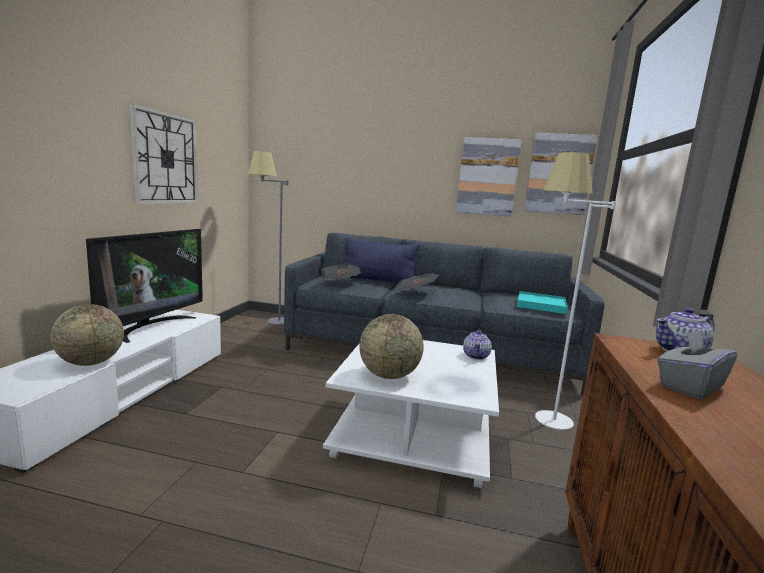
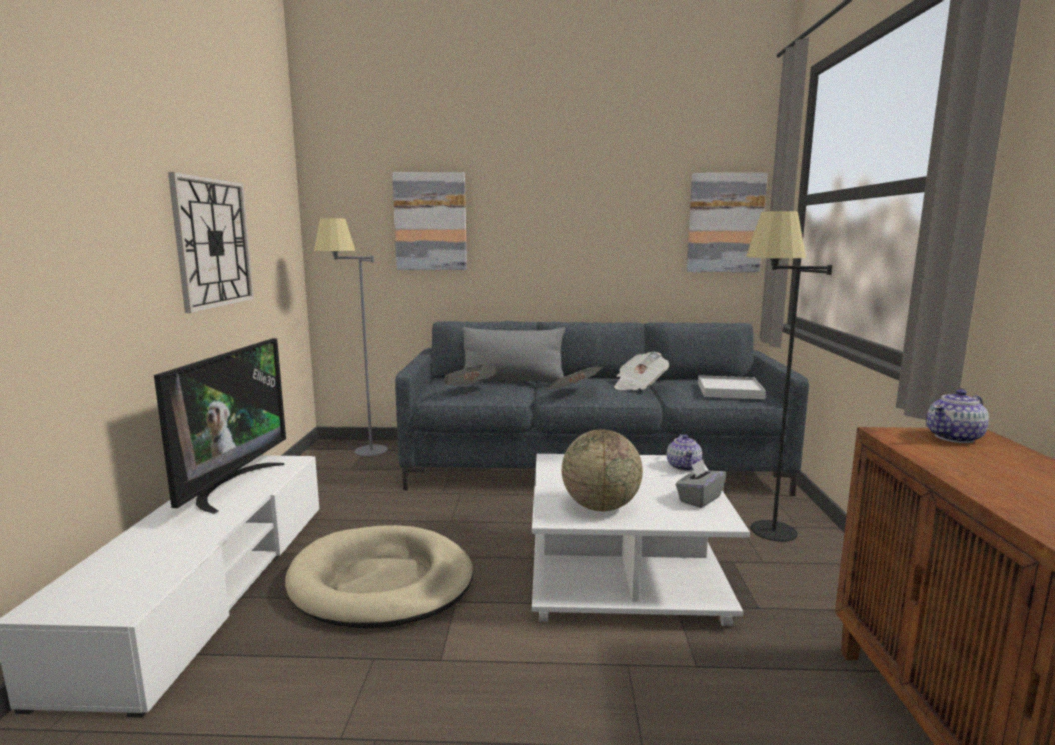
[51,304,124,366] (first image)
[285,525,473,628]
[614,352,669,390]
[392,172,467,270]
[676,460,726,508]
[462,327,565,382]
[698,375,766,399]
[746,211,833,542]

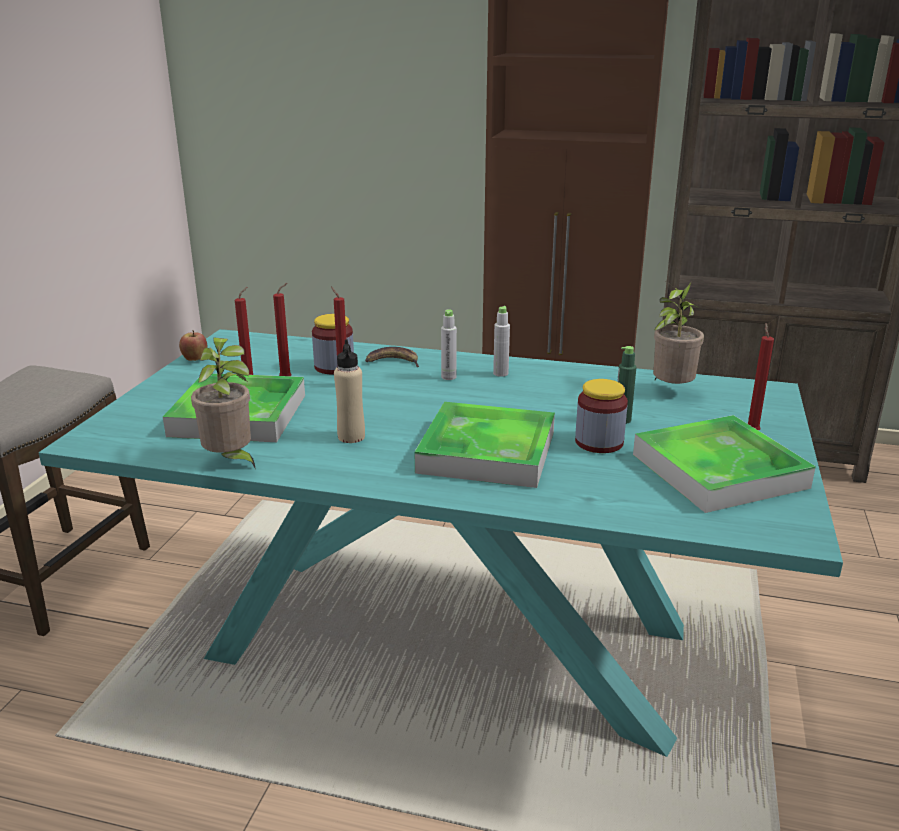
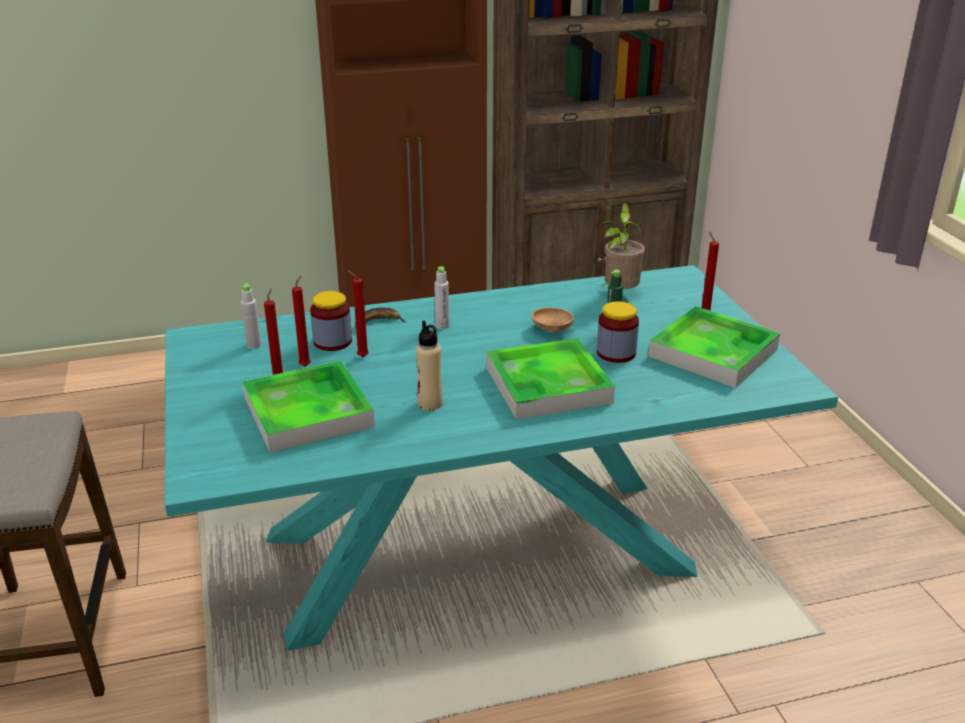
[179,330,207,361] (first image)
[191,338,255,468] (first image)
[532,308,574,332]
[241,283,261,349]

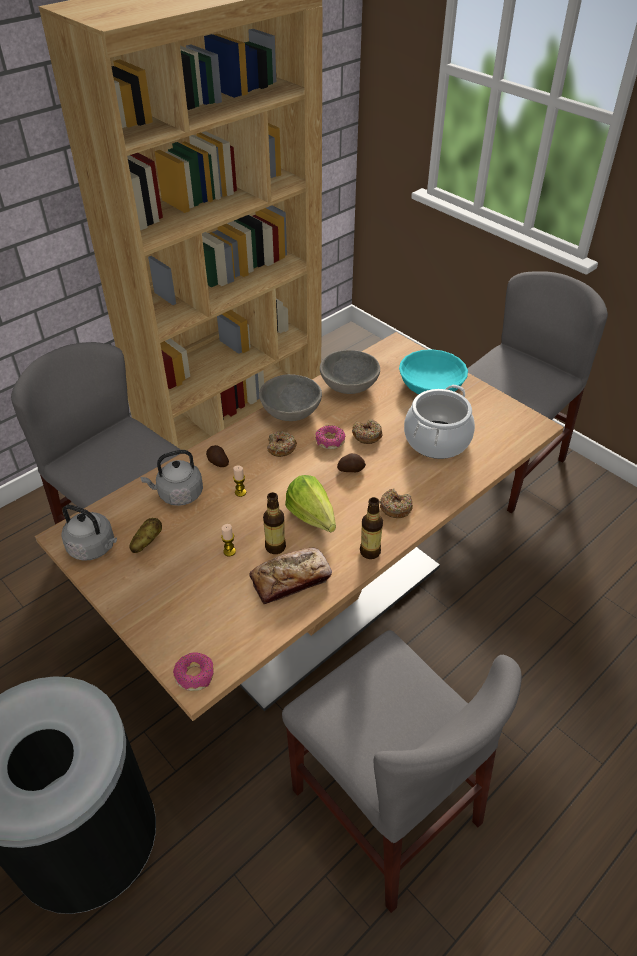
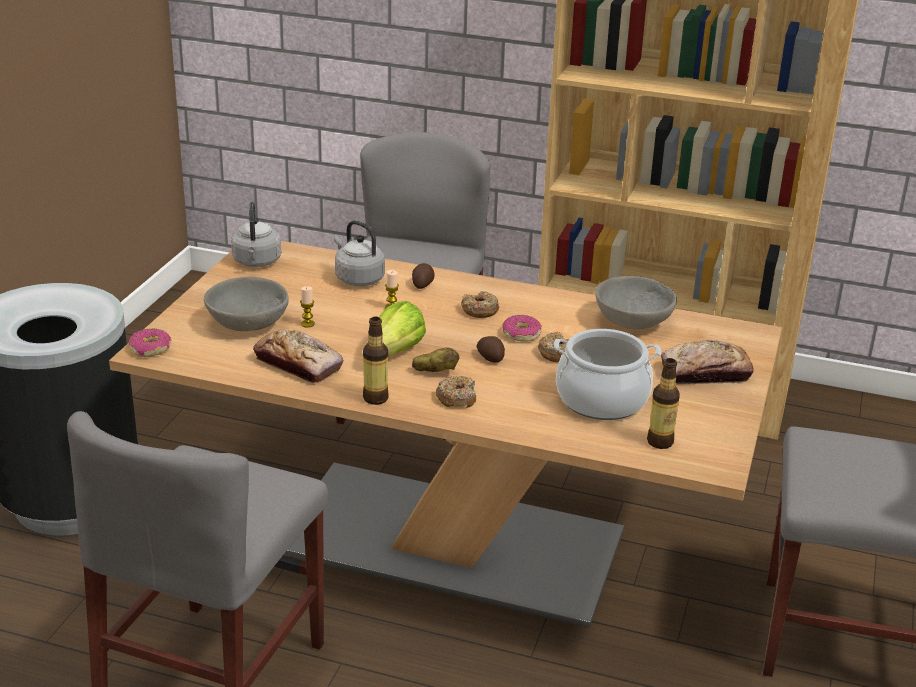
[412,347,459,372]
[204,277,289,331]
[647,358,680,449]
[661,340,754,384]

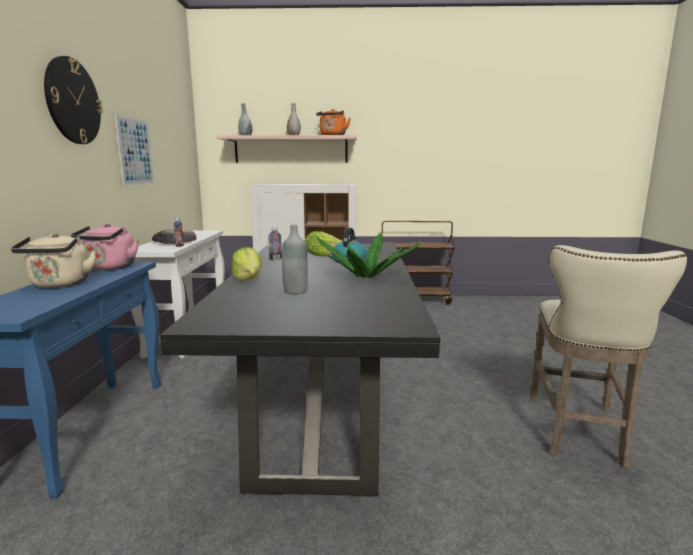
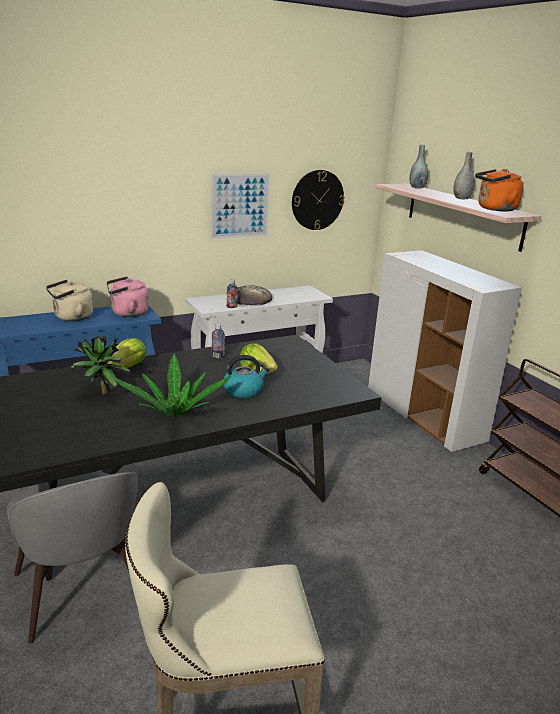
[7,471,138,644]
[292,170,344,230]
[70,336,130,395]

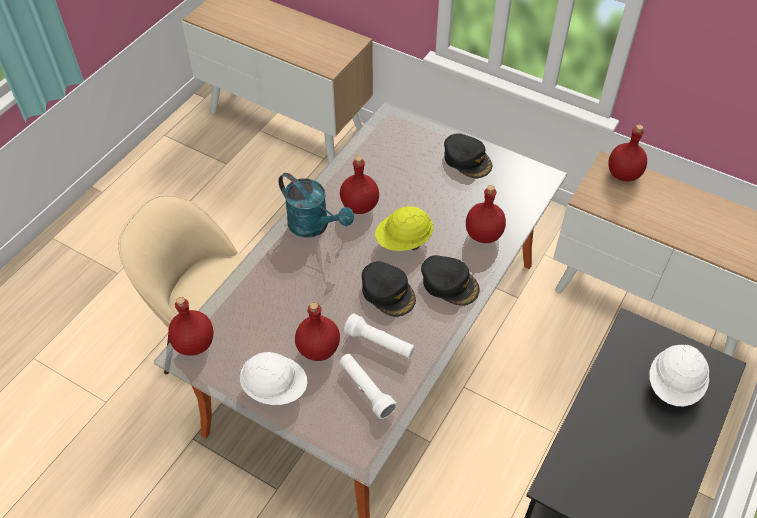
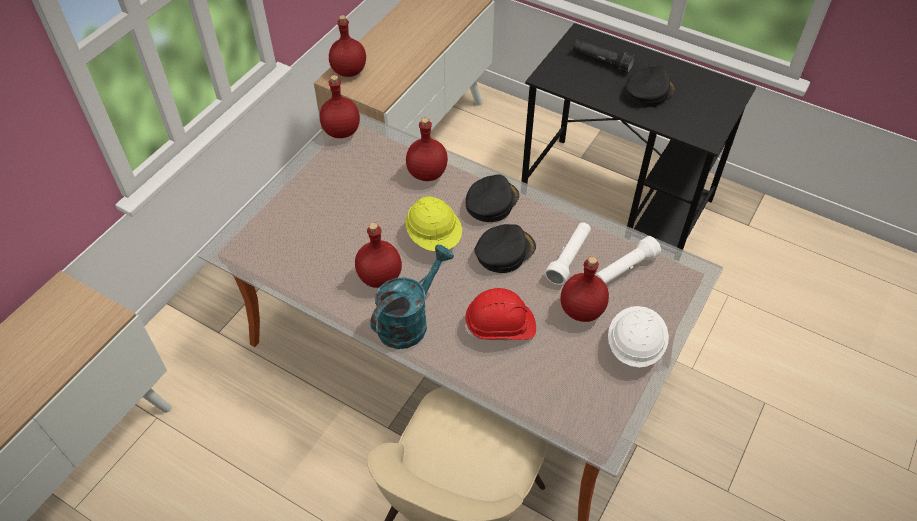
[465,288,536,341]
[320,75,360,138]
[625,66,676,107]
[572,39,635,73]

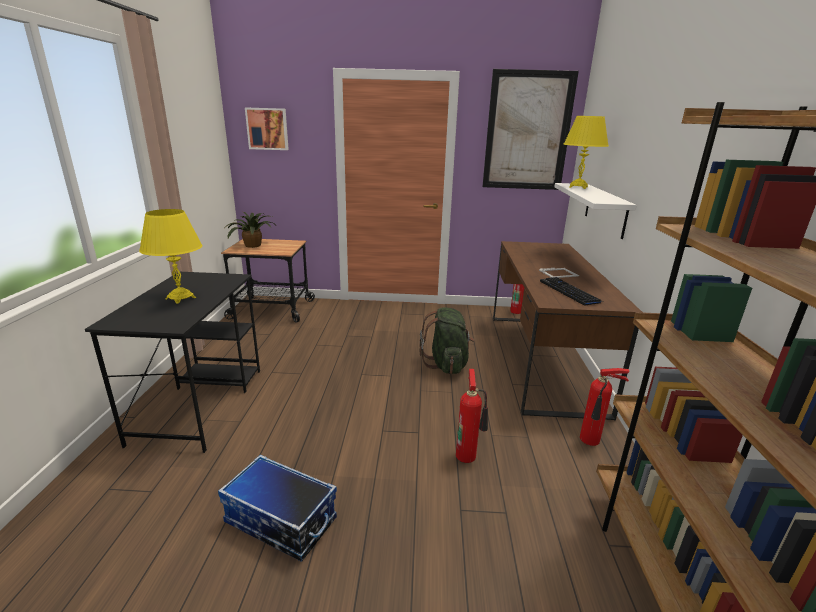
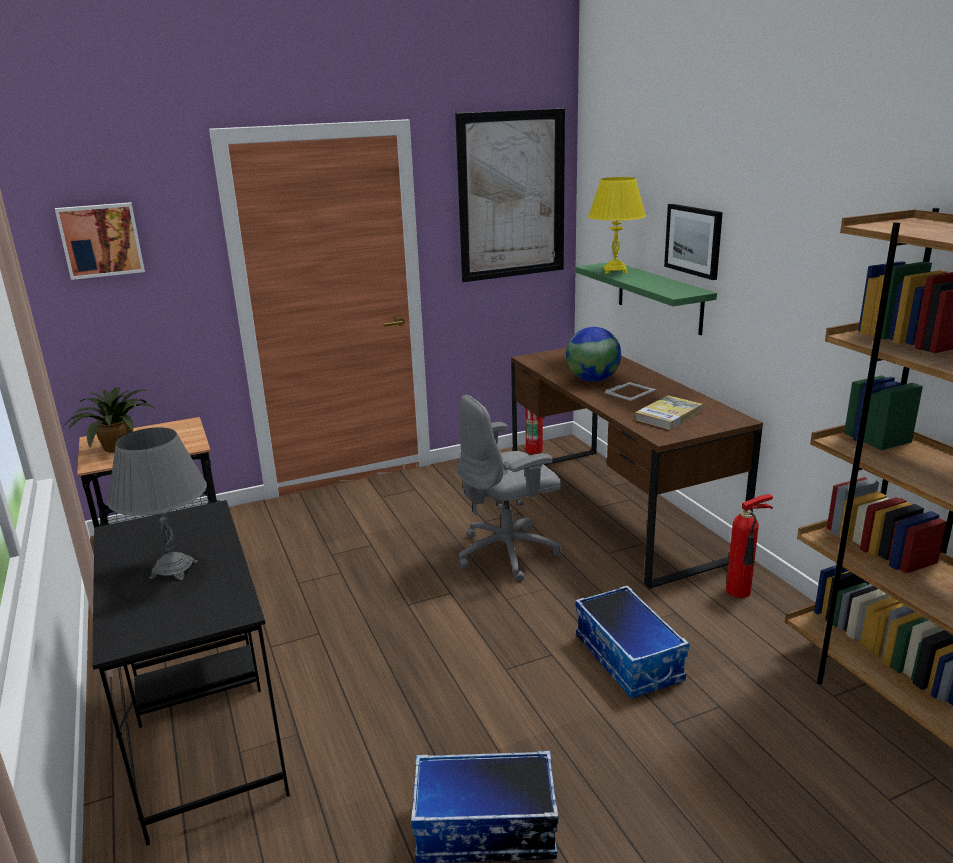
[566,327,621,382]
[664,204,723,280]
[458,395,562,582]
[575,585,689,699]
[635,395,703,430]
[107,427,207,580]
[575,262,717,335]

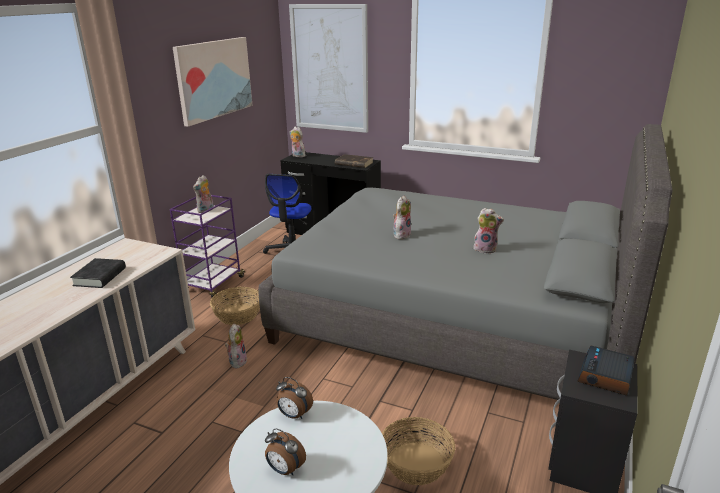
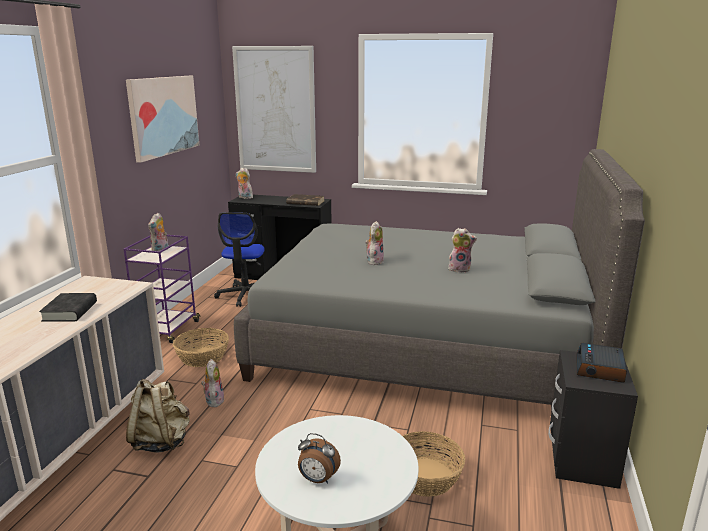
[276,377,313,419] (first image)
[126,379,190,453]

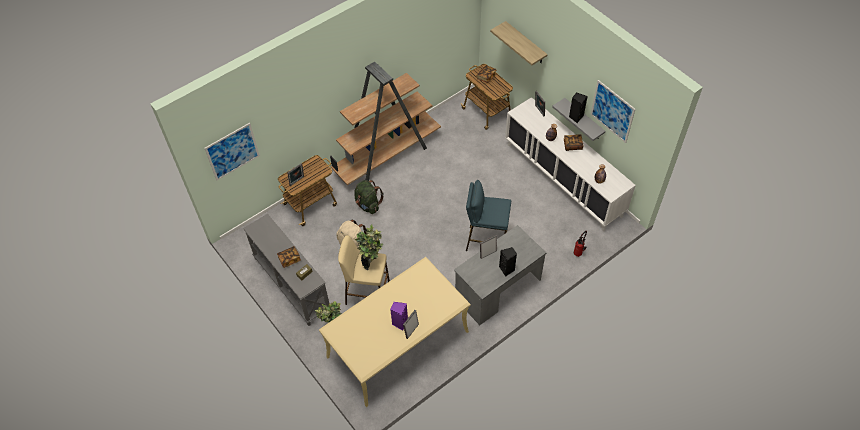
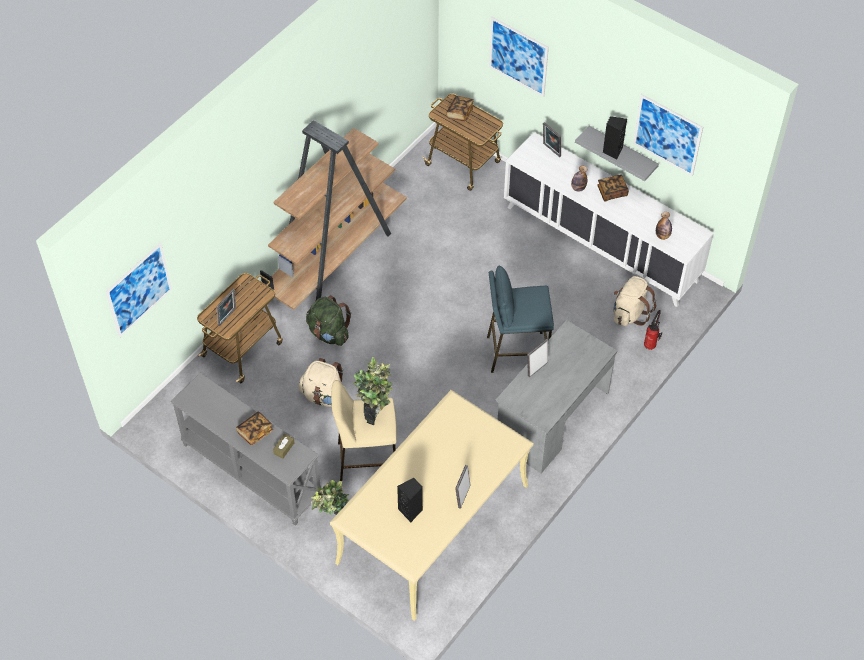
[390,302,408,331] (first image)
[613,276,656,326]
[397,478,423,523]
[489,17,549,97]

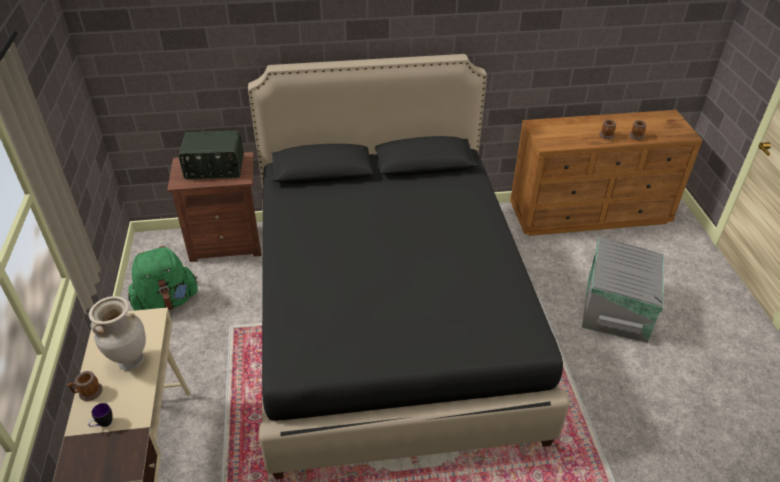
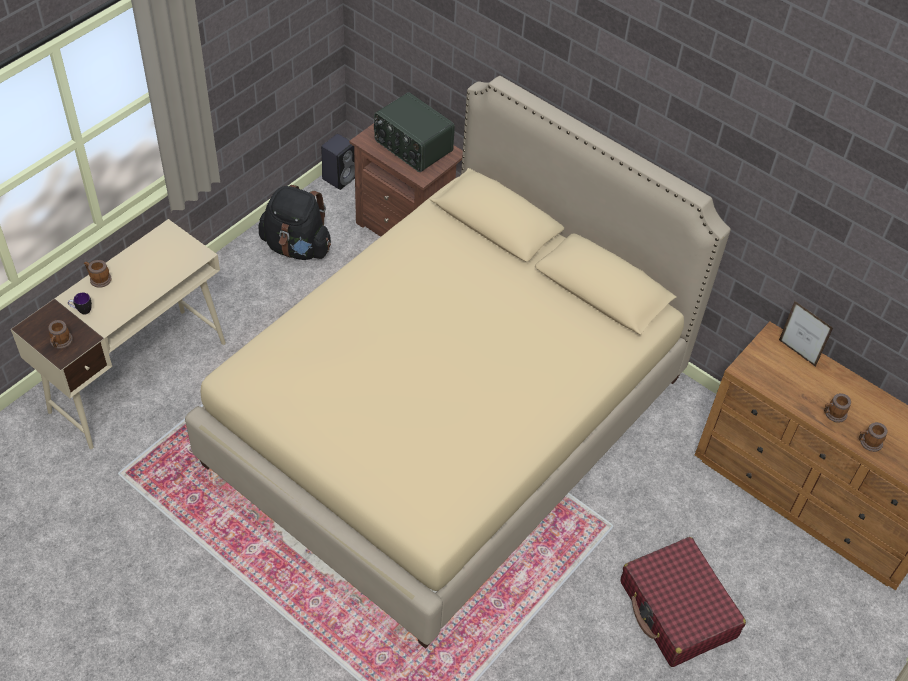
[89,296,146,370] (first image)
[48,320,73,349]
[321,134,355,190]
[779,301,833,367]
[620,537,746,667]
[259,185,331,260]
[185,76,731,649]

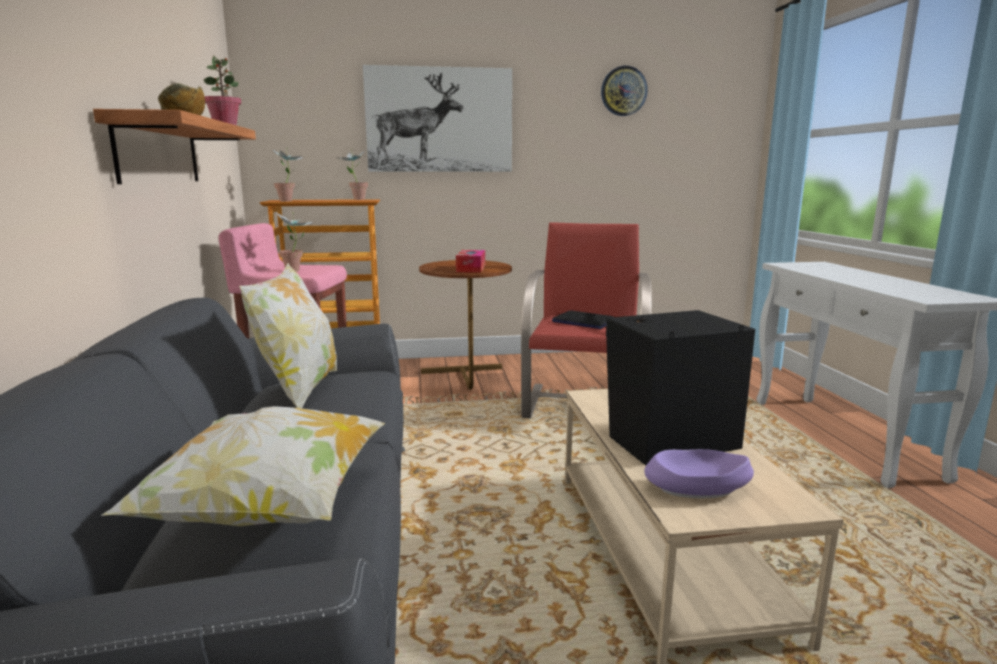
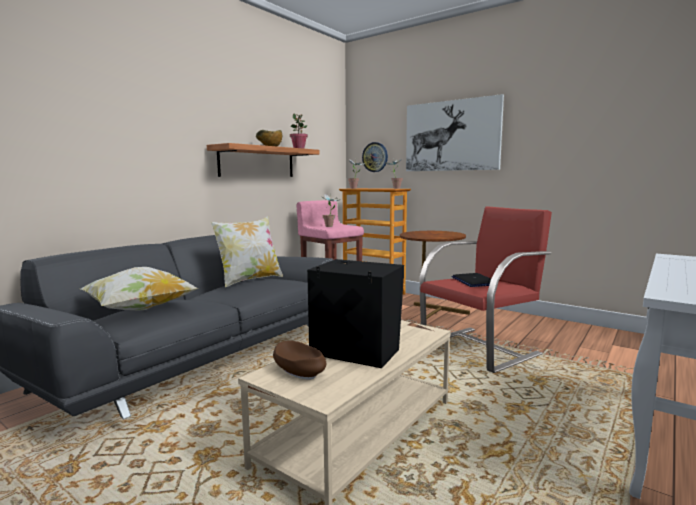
[456,250,485,273] (first image)
[362,142,388,172]
[273,341,326,379]

